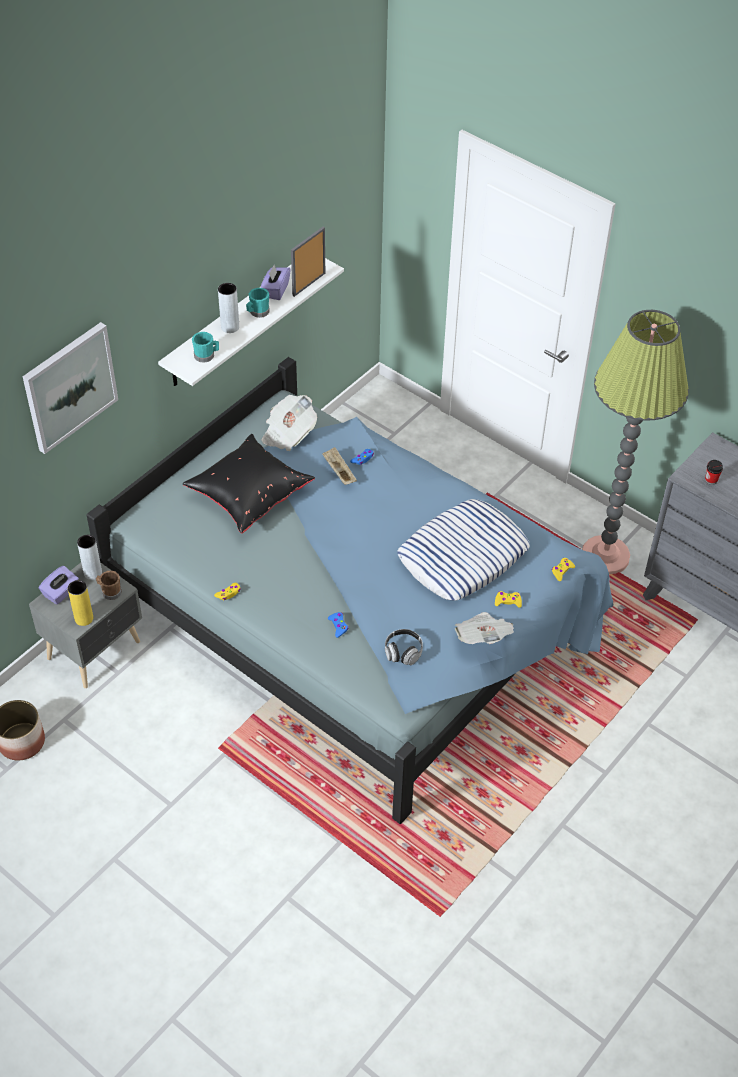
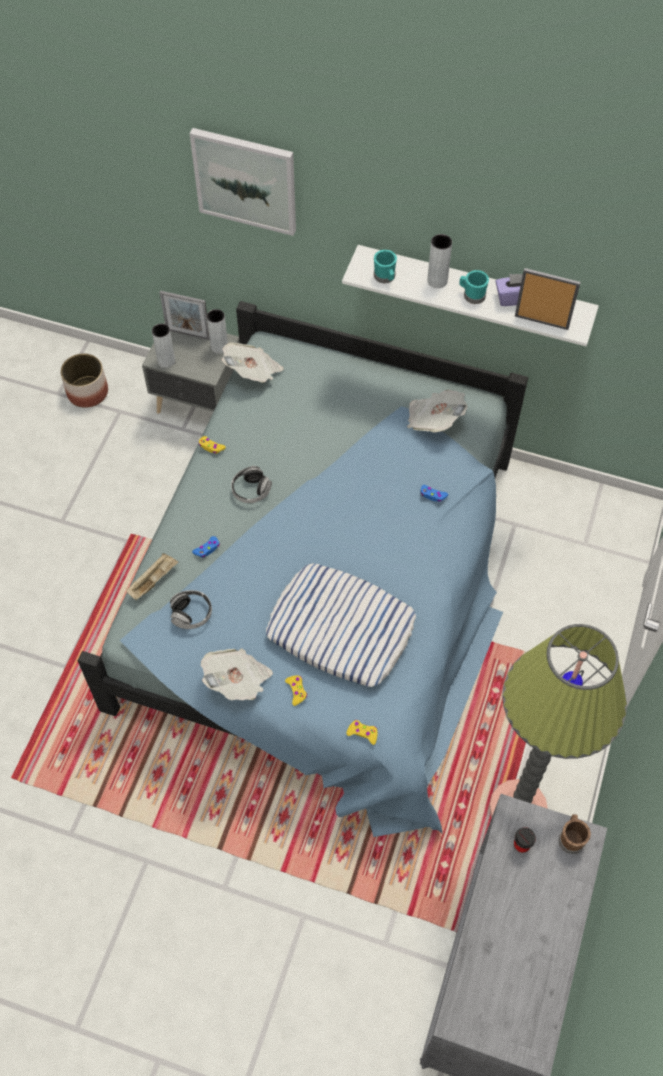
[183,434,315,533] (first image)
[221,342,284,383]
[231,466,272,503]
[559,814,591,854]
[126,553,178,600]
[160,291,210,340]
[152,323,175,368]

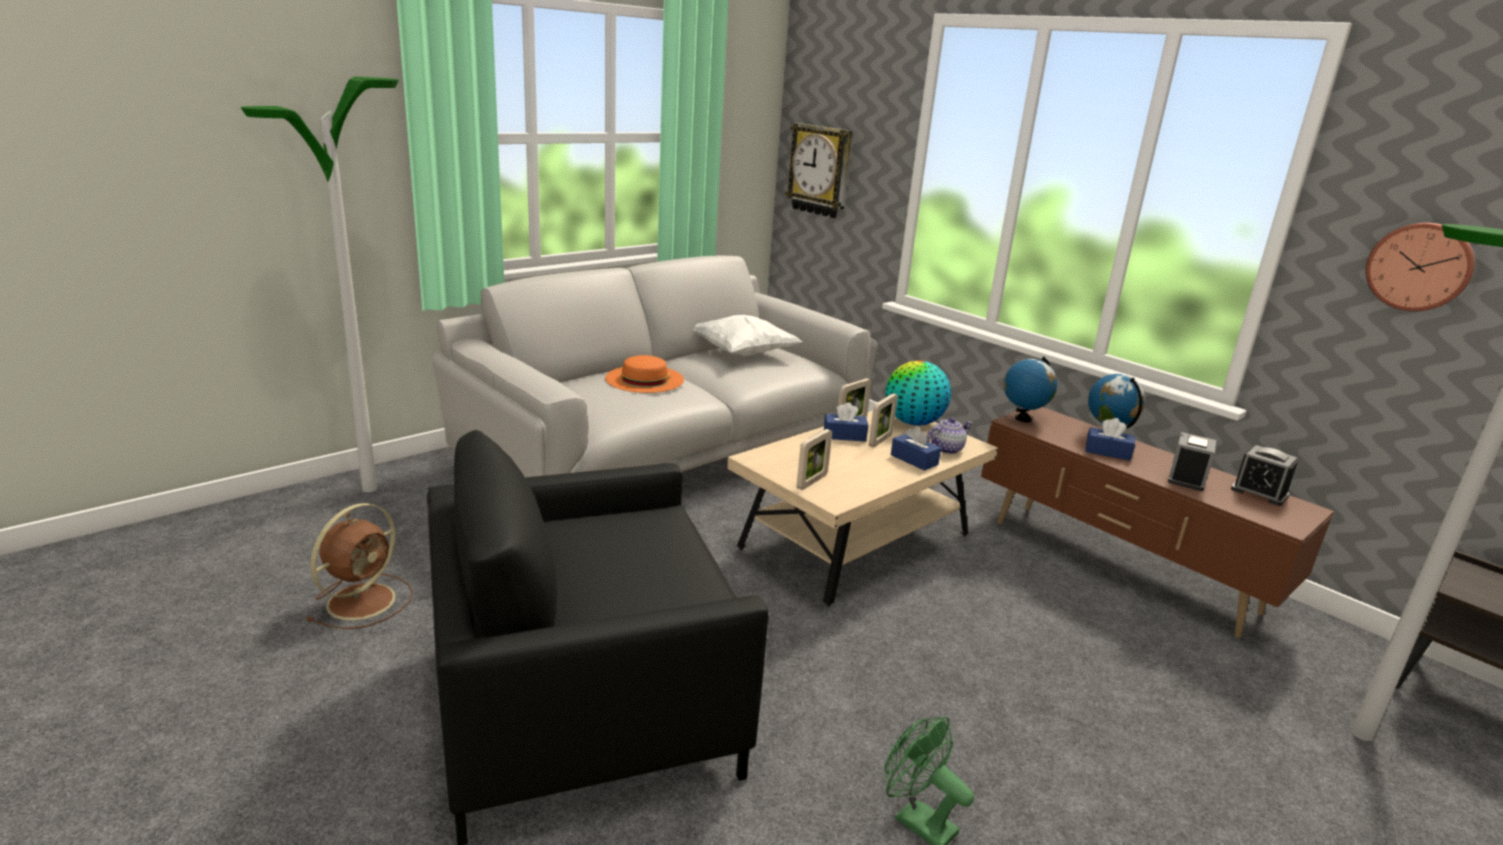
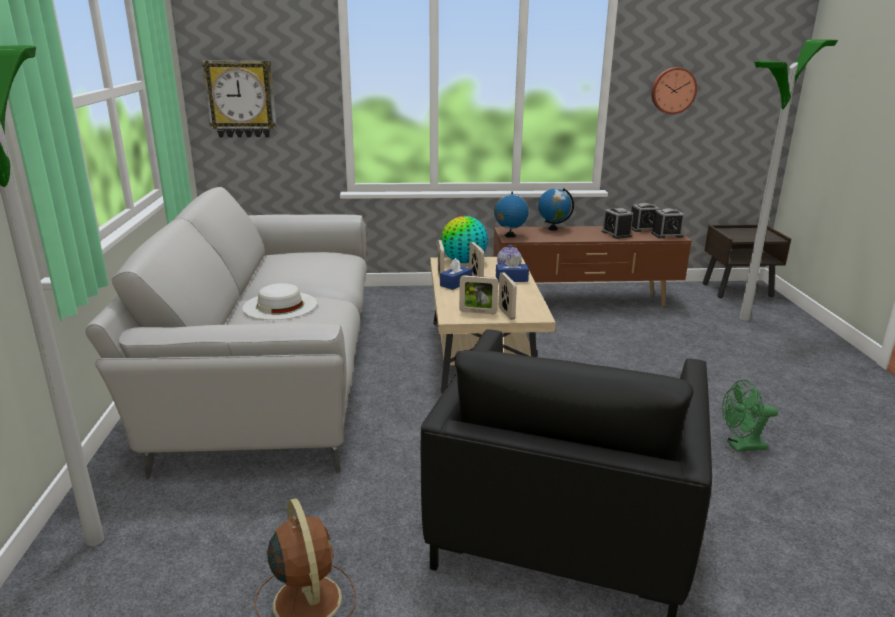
[693,315,802,356] (first image)
[1086,418,1135,461] (first image)
[459,275,498,314]
[651,208,685,238]
[243,283,317,320]

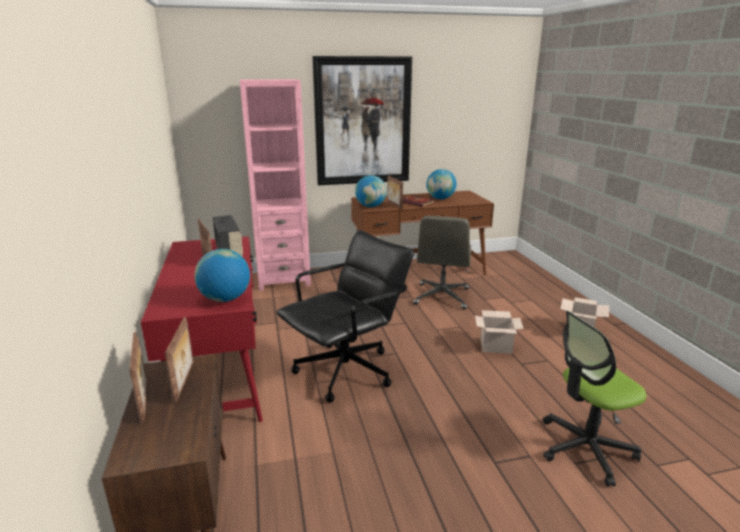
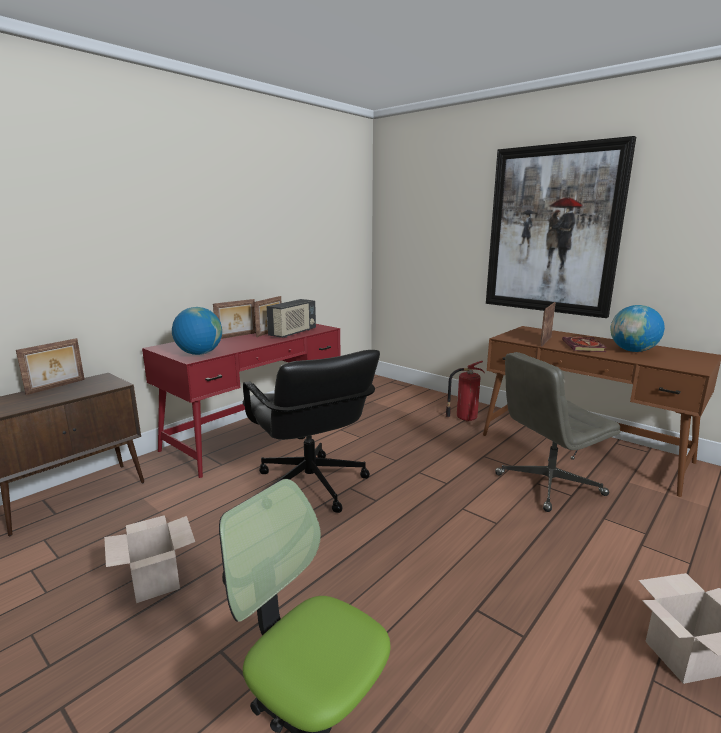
[240,79,311,291] (first image)
[355,175,387,207] (first image)
[446,361,485,422]
[213,299,256,339]
[104,515,195,603]
[243,350,380,513]

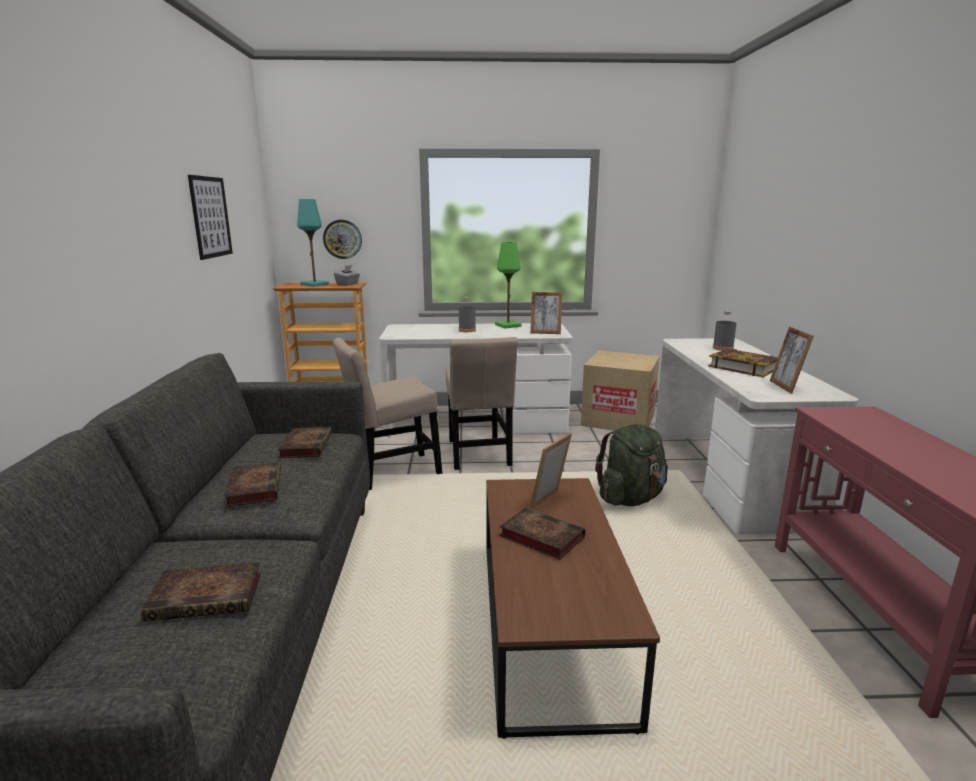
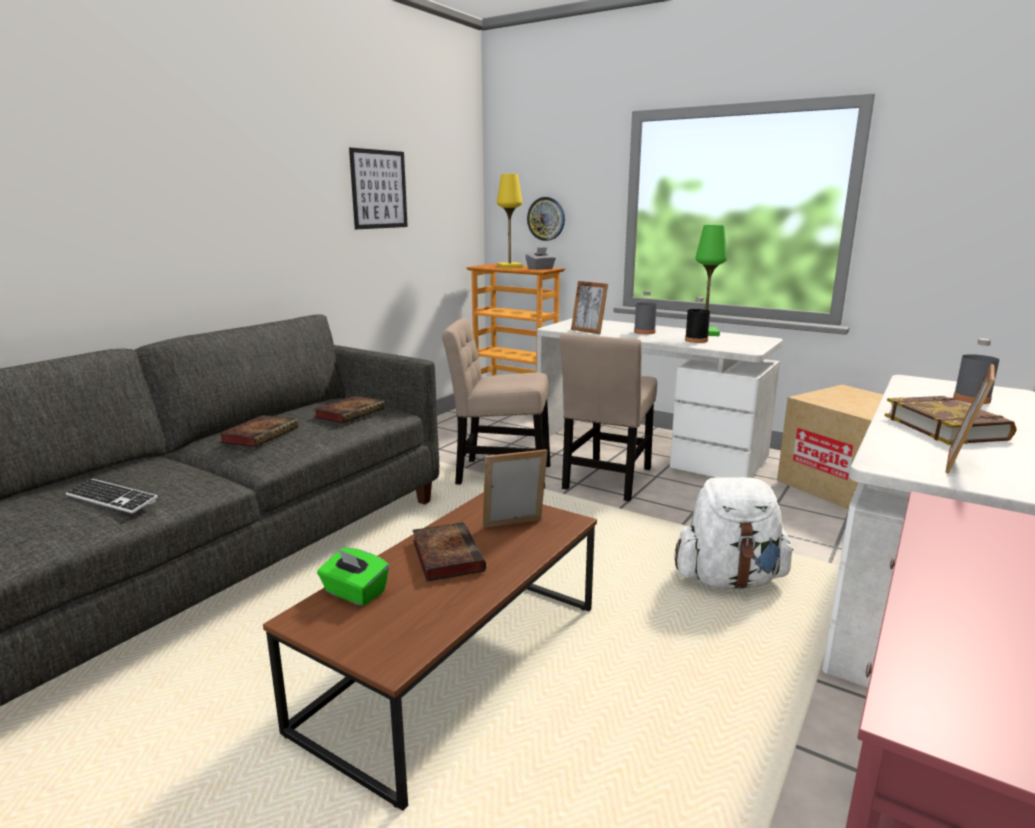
[317,548,389,606]
[685,297,710,343]
[571,281,608,334]
[65,479,158,513]
[497,174,523,268]
[674,477,793,589]

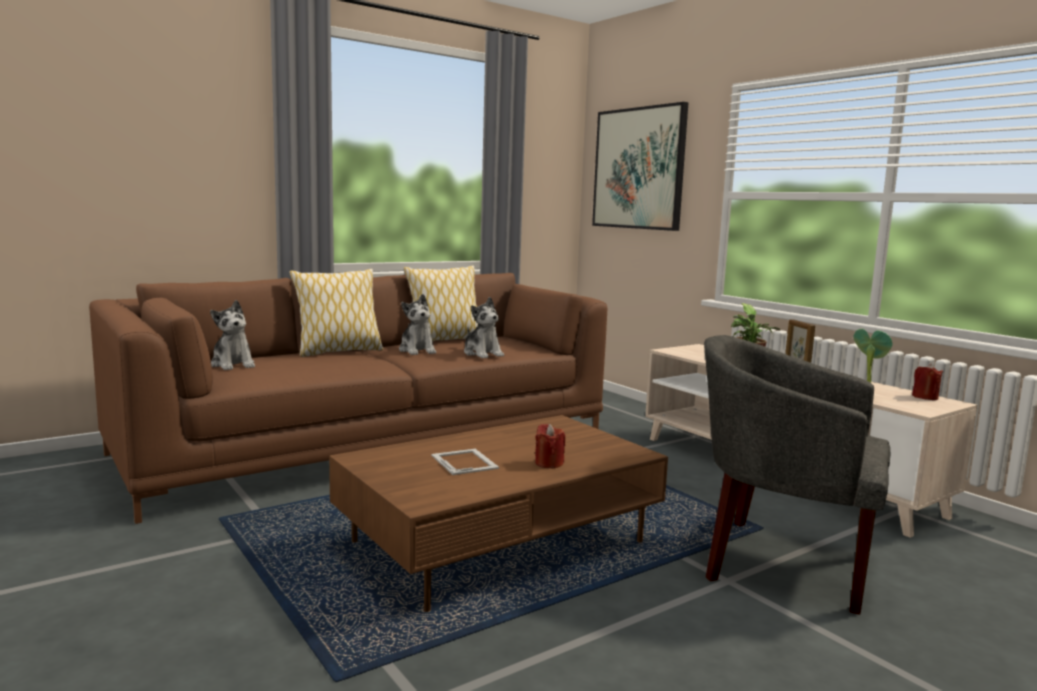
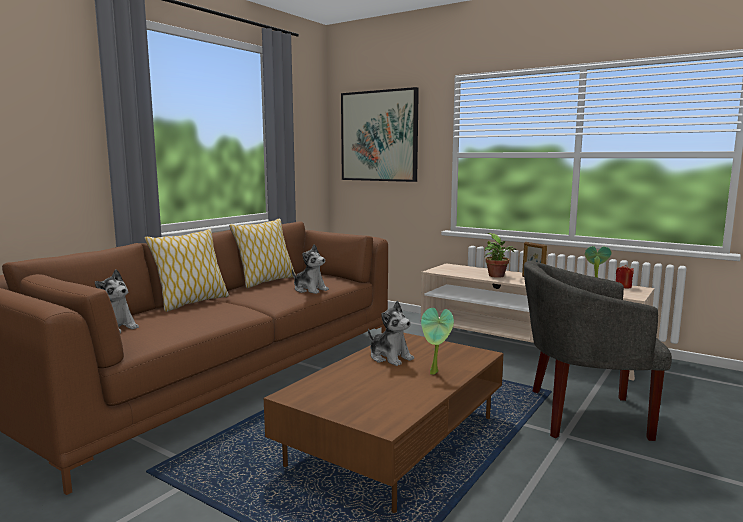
[431,449,499,475] (first image)
[368,301,414,366]
[421,308,454,375]

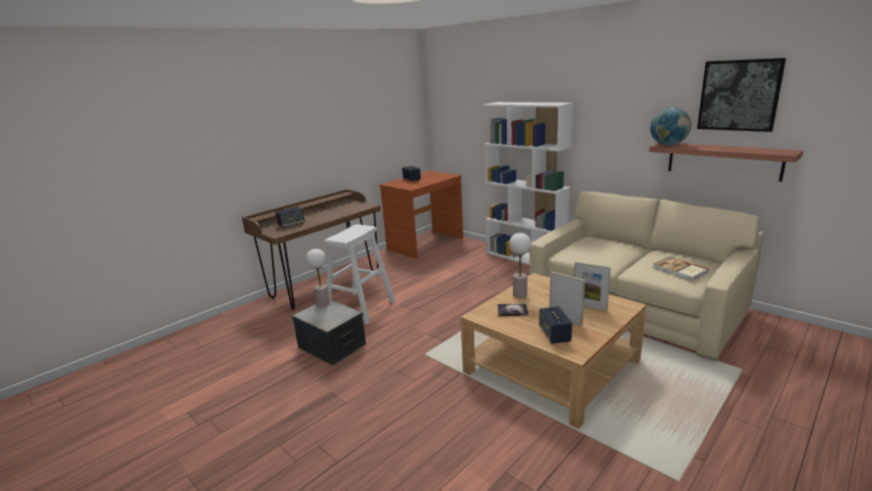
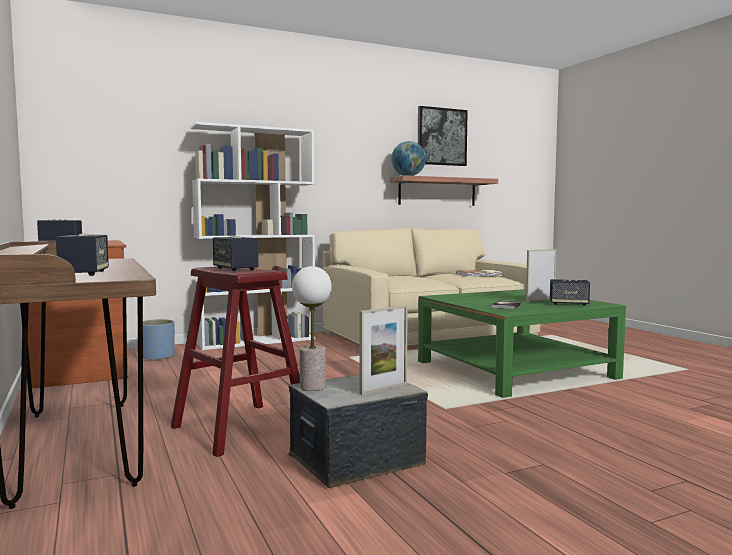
[509,233,531,298] (first image)
[143,319,175,361]
[213,236,259,271]
[359,305,408,395]
[171,266,300,457]
[418,289,626,398]

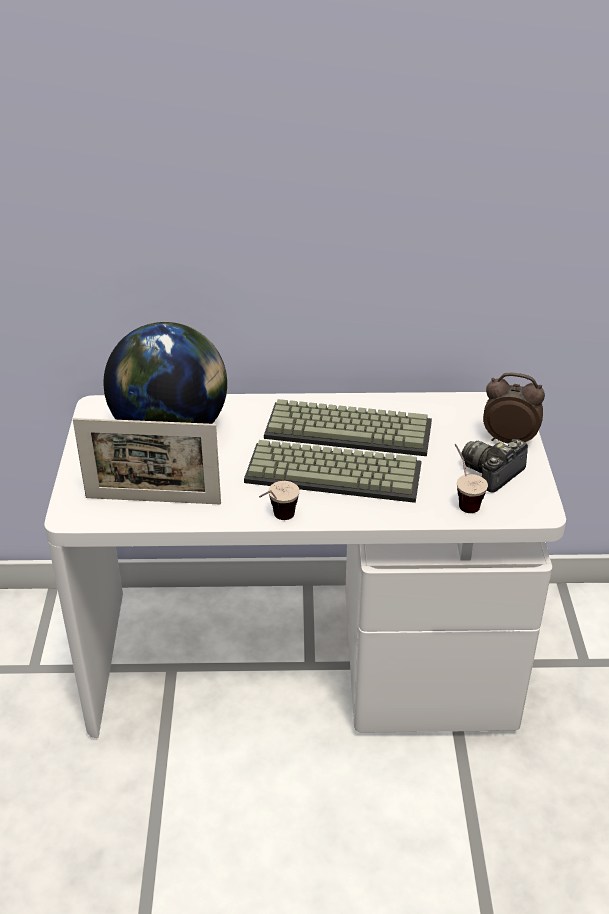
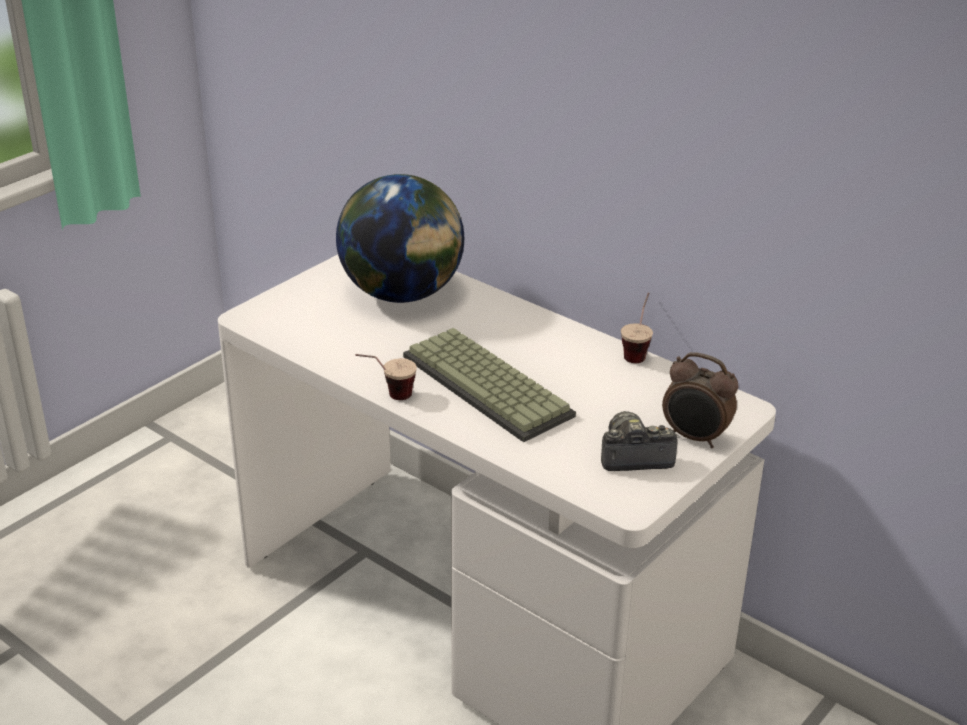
[73,418,221,504] (first image)
[264,399,432,456] (first image)
[621,292,653,363]
[662,352,738,448]

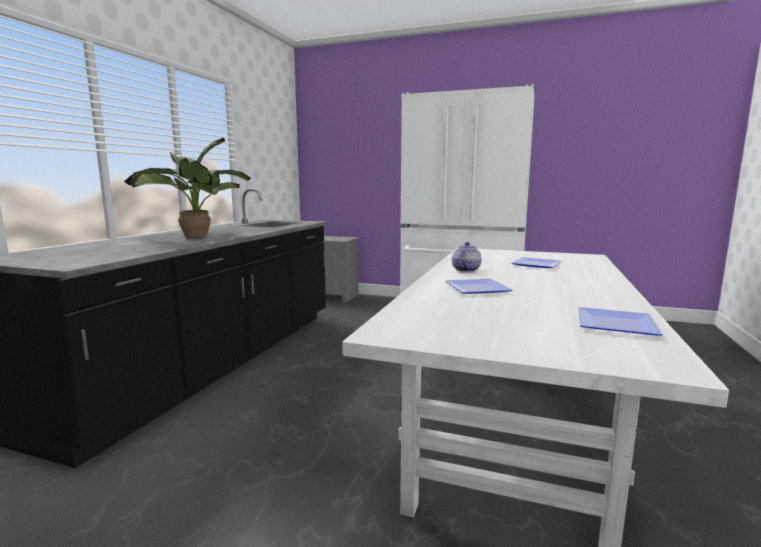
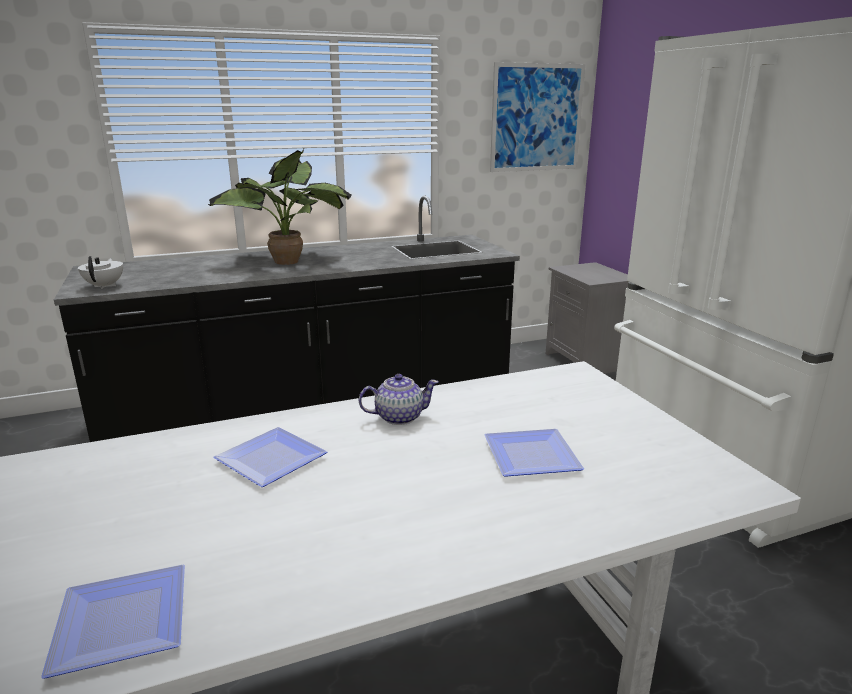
[78,256,123,289]
[490,62,585,172]

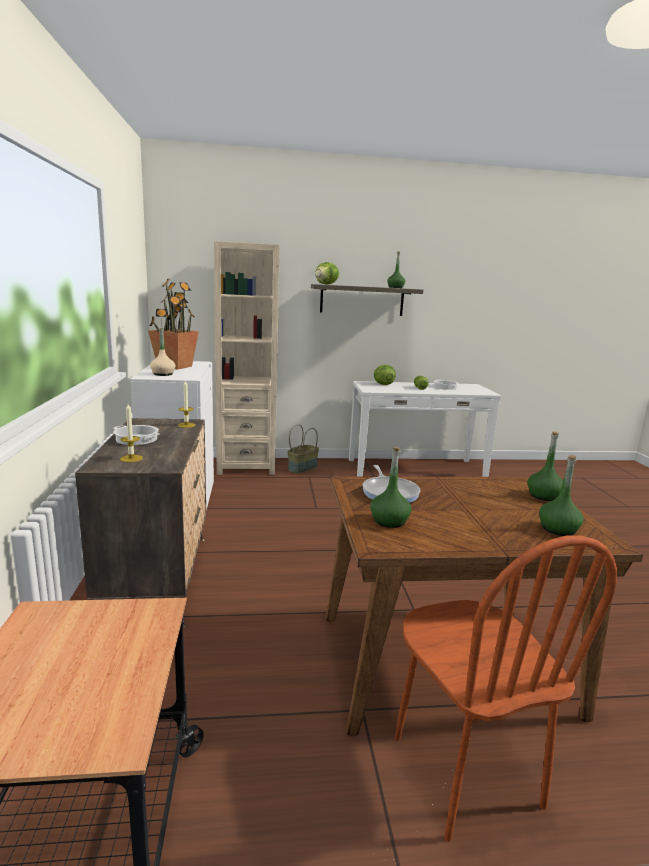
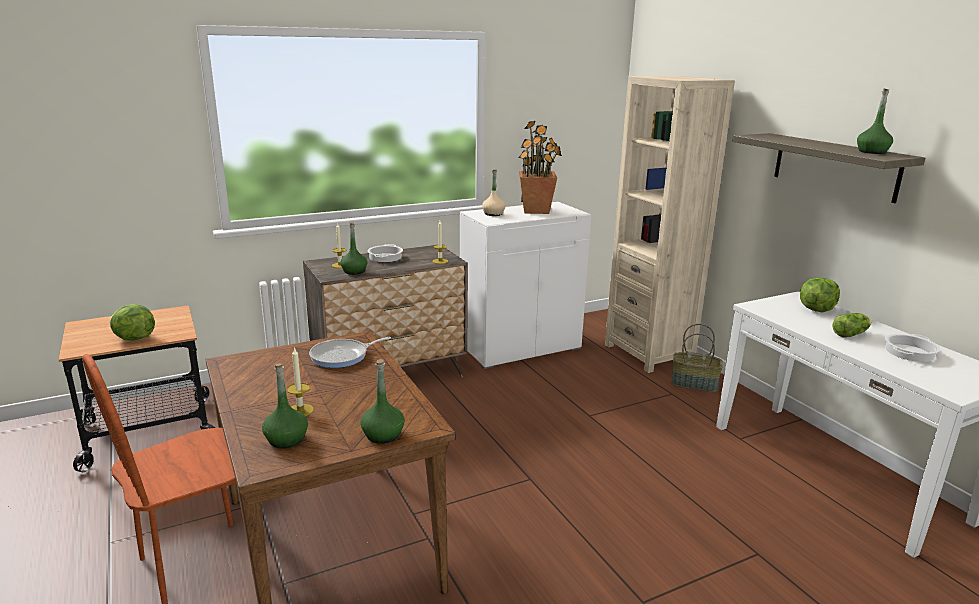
[287,347,314,416]
[110,304,155,341]
[341,222,367,275]

